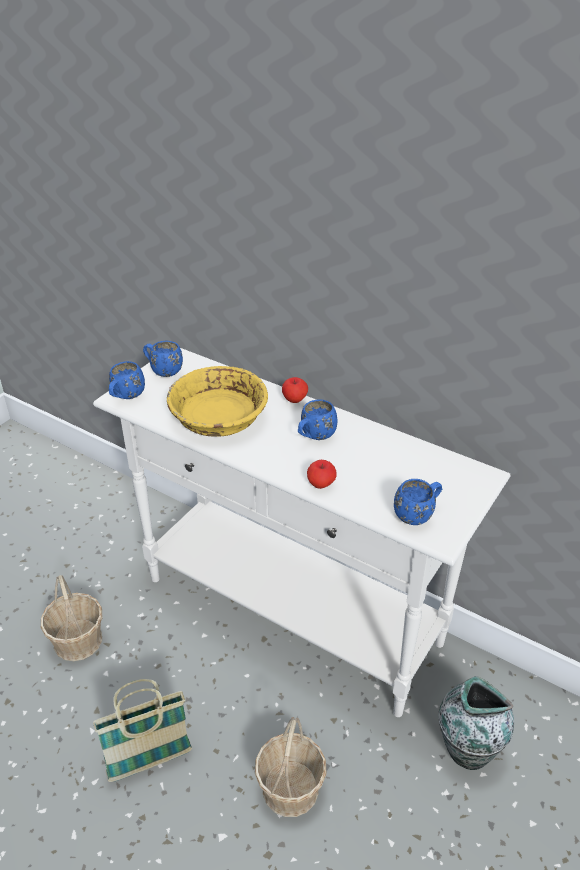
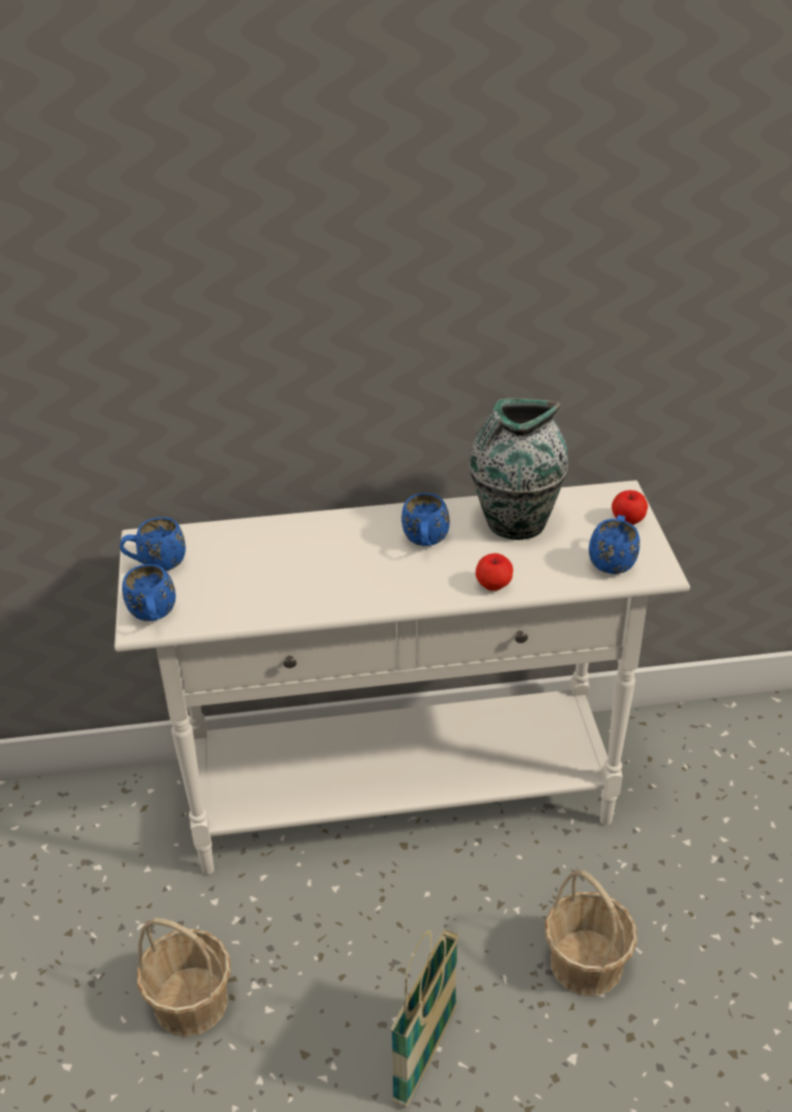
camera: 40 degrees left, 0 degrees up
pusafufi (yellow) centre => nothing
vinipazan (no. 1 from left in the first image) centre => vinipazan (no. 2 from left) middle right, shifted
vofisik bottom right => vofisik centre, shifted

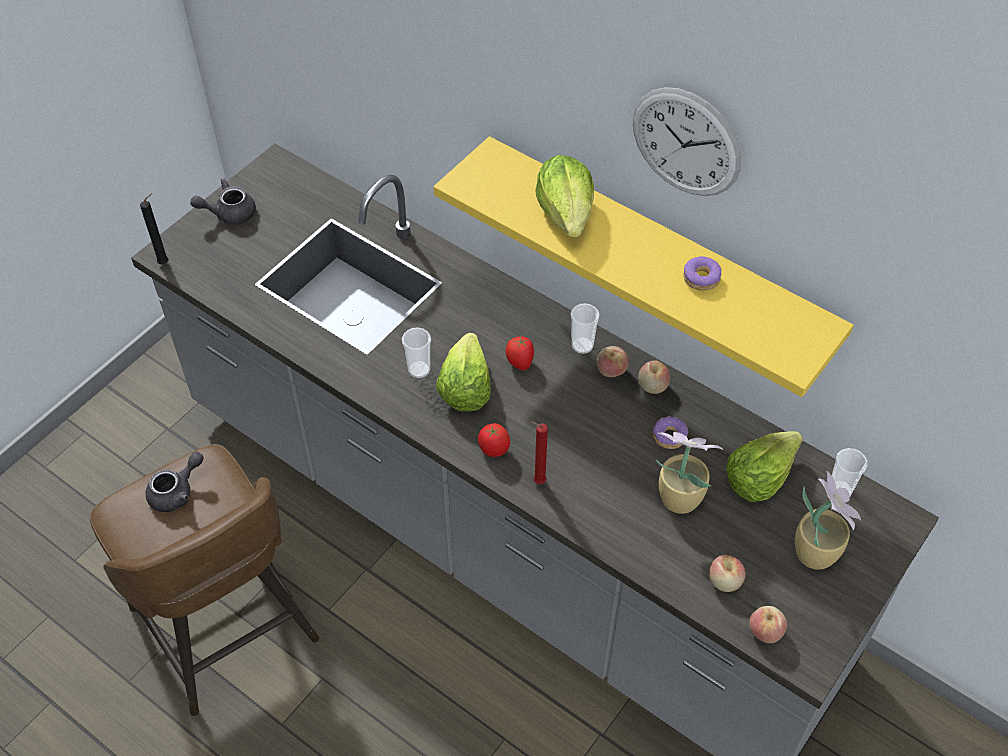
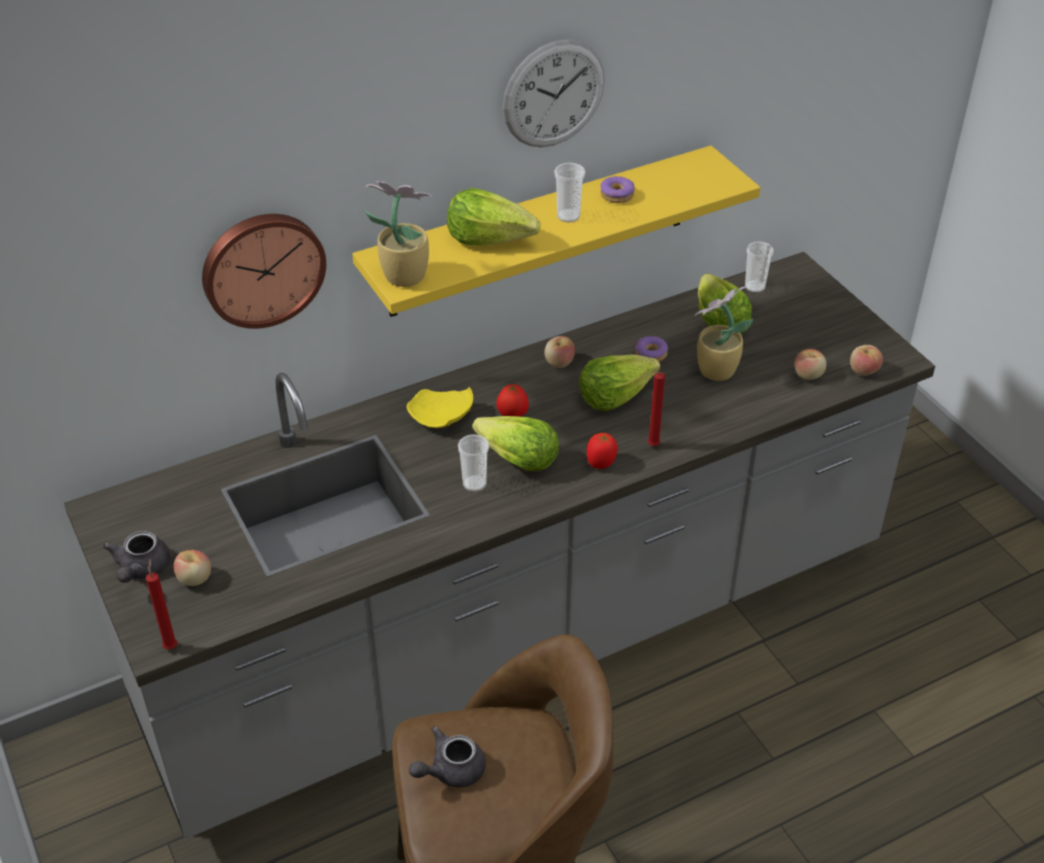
camera: 65 degrees left, 10 degrees down
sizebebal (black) top left => sizebebal (red) (no. 1 from left) bottom left
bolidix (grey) (no. 1 from left in the first image) middle left => bolidix (grey) (no. 2 from left) bottom centre, 105 degrees counterclockwise
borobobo (no. 2 from left) centre => borobobo (no. 2 from left) top centre, shifted
vinipazan (no. 2 from left in the first image) centre => vinipazan (no. 1 from left) middle left, shifted
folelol (no. 2 from left in the first image) bottom right => folelol (no. 1 from left) top centre, shifted
nothing => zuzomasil (no. 1 from left) top left
nothing => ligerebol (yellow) centre
nothing => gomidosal (no. 3 from left) centre

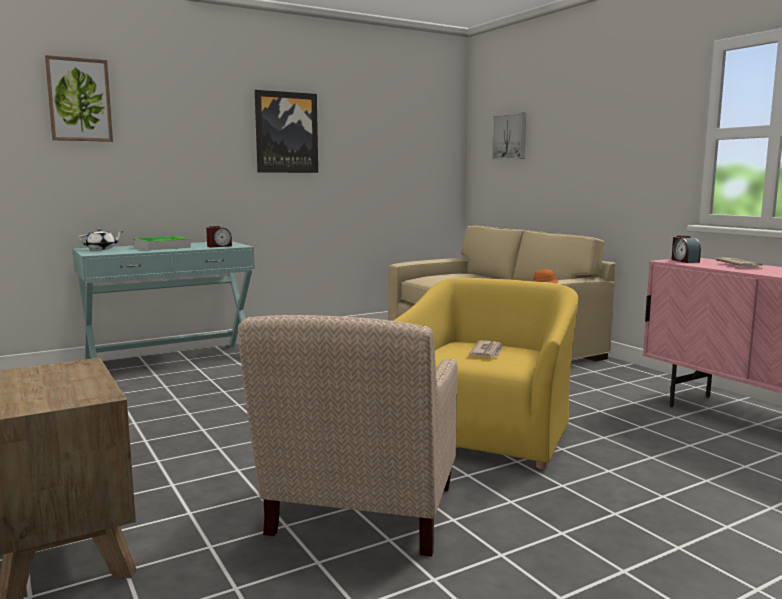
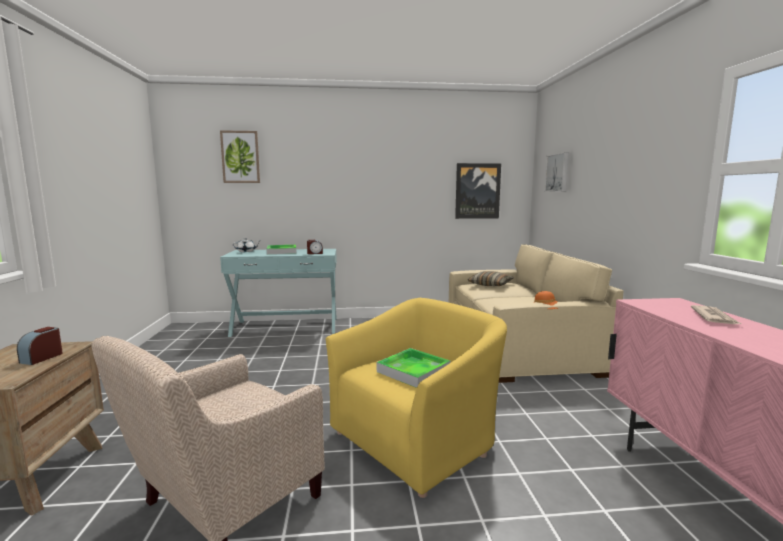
camera: 25 degrees right, 0 degrees up
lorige (no. 2 from left) top centre => lorige (no. 2 from left) centre, shifted
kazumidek (no. 1 from left) centre => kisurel (no. 2 from left) bottom centre
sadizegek (no. 2 from left in the first image) middle right => sadizegek (no. 1 from left) middle left, shifted
nothing => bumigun centre

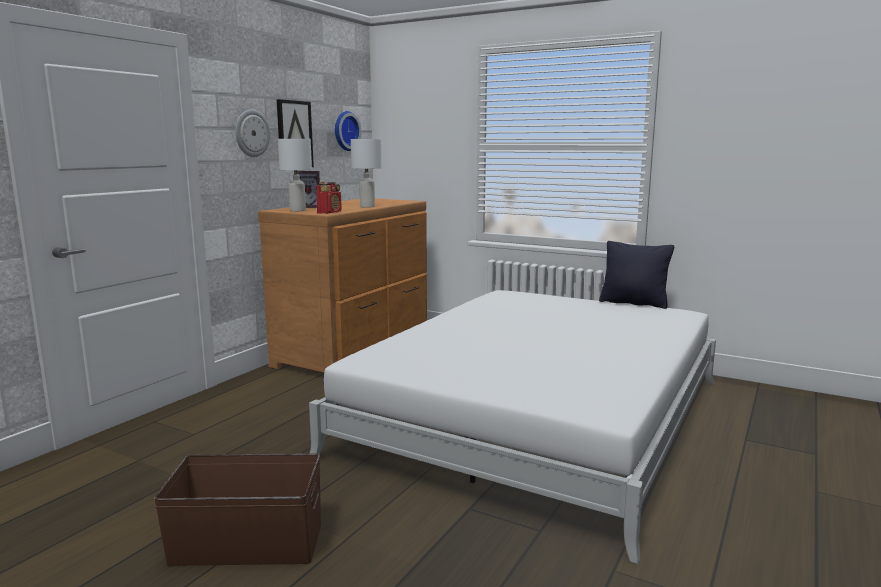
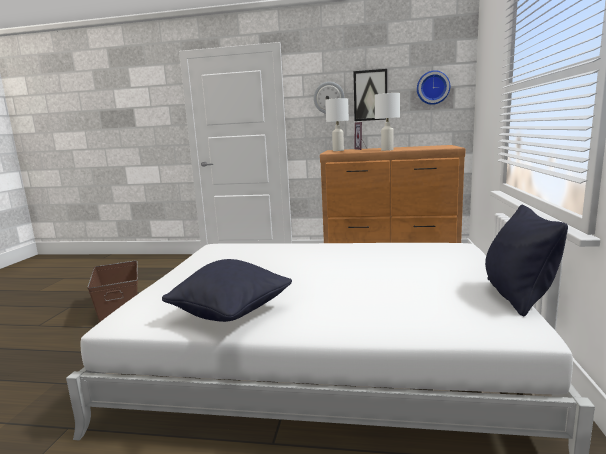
camera: 70 degrees right, 0 degrees up
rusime centre => nothing
nothing => bumigun (black) (no. 1 from left) centre

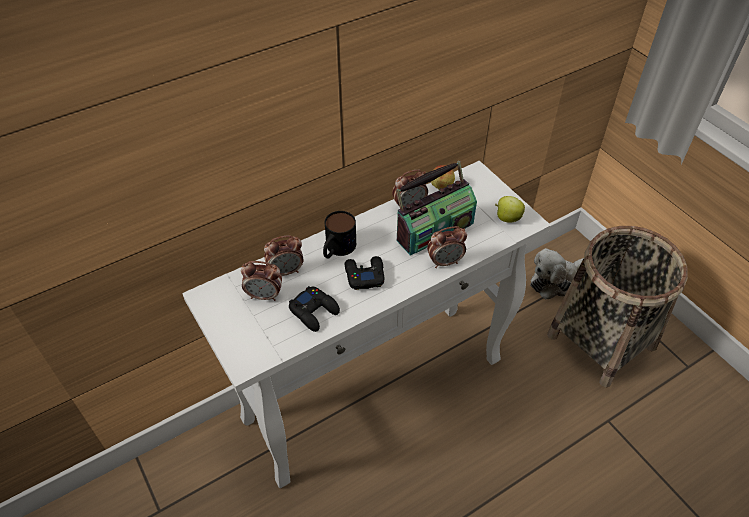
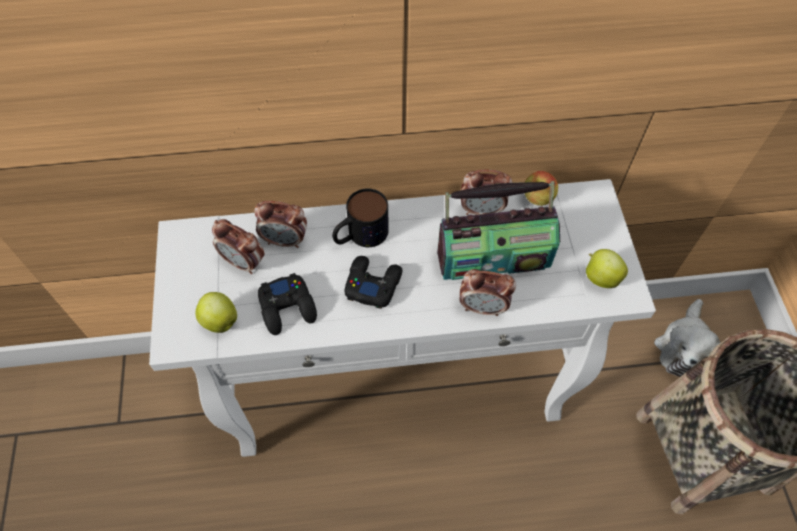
camera: 25 degrees right, 10 degrees up
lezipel middle right, 60 degrees counterclockwise
nothing => vinipazan (no. 1 from left) middle left

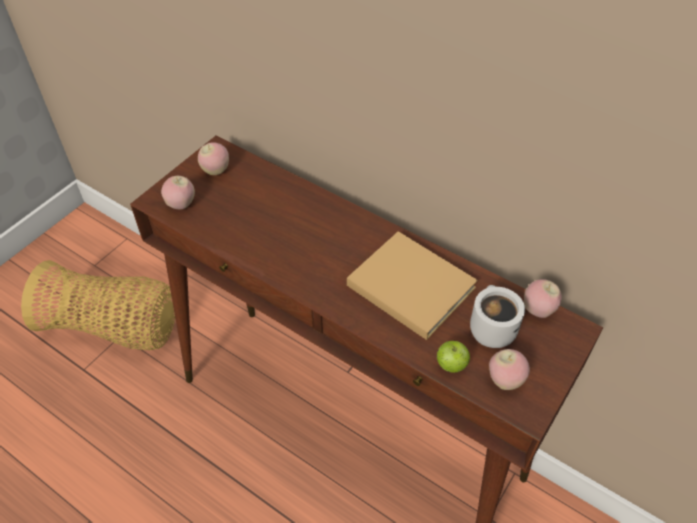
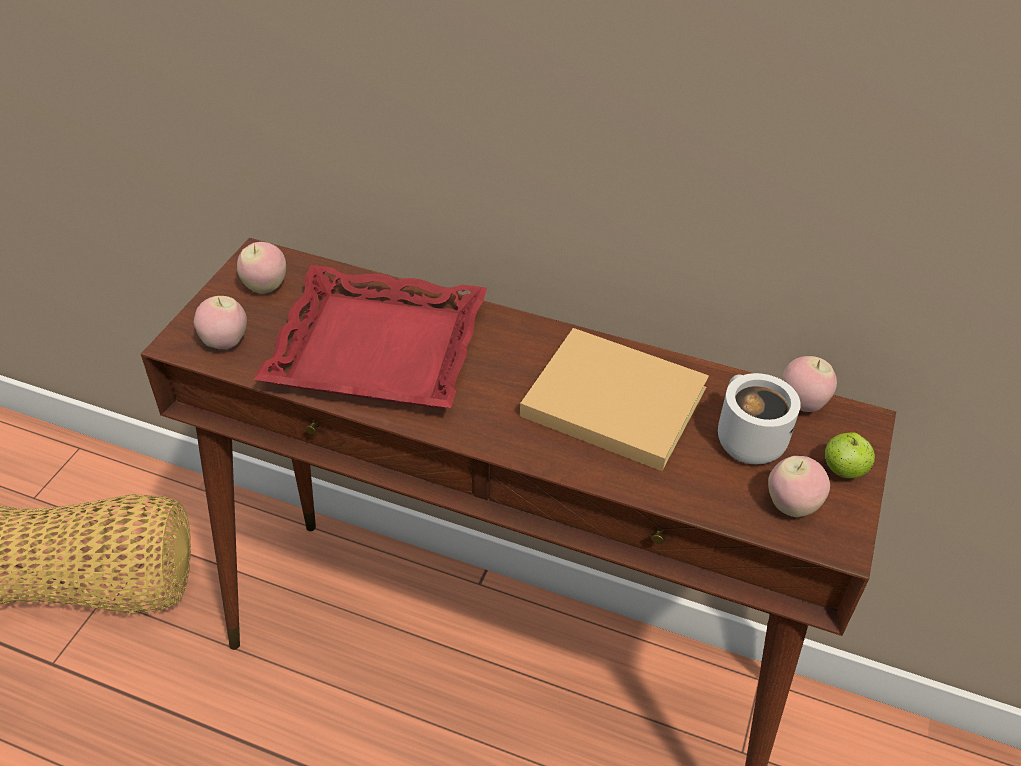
camera: 15 degrees left, 5 degrees down
vinipazan (no. 3 from left in the first image) bottom centre => vinipazan (no. 5 from left) middle right, shifted
nothing => kisurel (red) centre

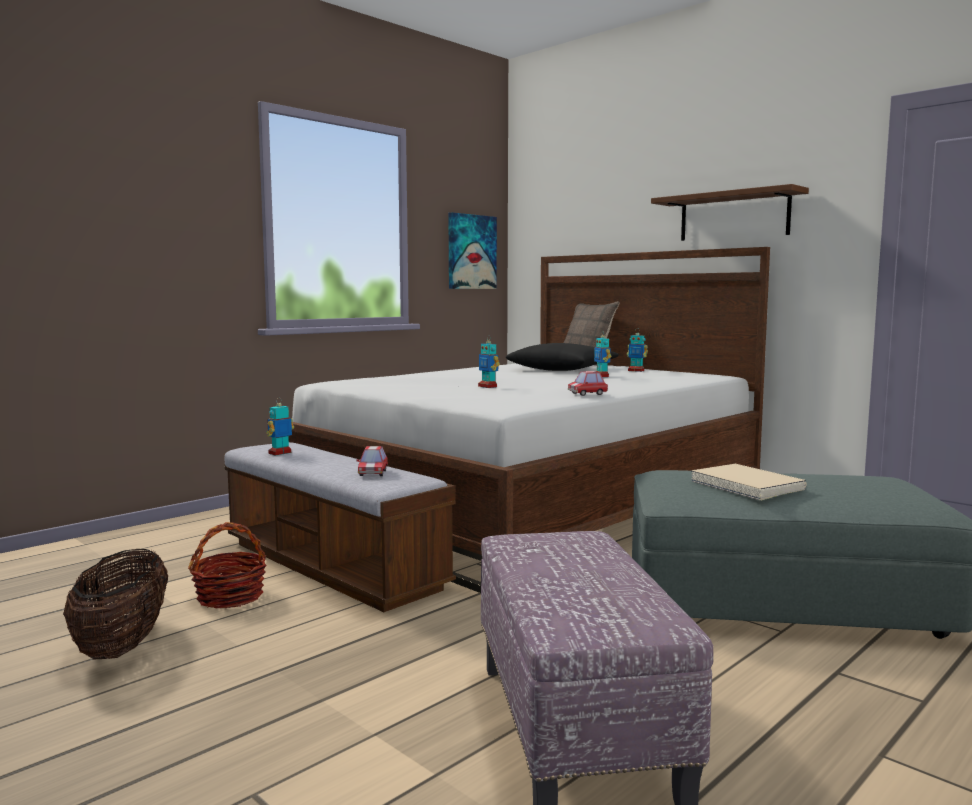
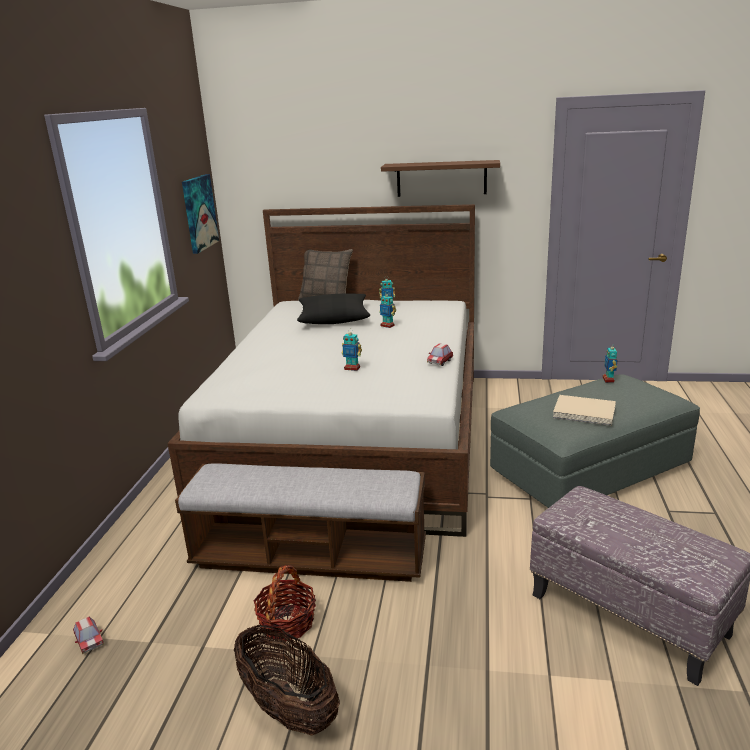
camera: 35 degrees left, 15 degrees up
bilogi (no. 1 from left in the first image) middle left => bilogi (no. 4 from left) middle right, shifted
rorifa (no. 1 from left) centre => rorifa (no. 1 from left) bottom left, shifted

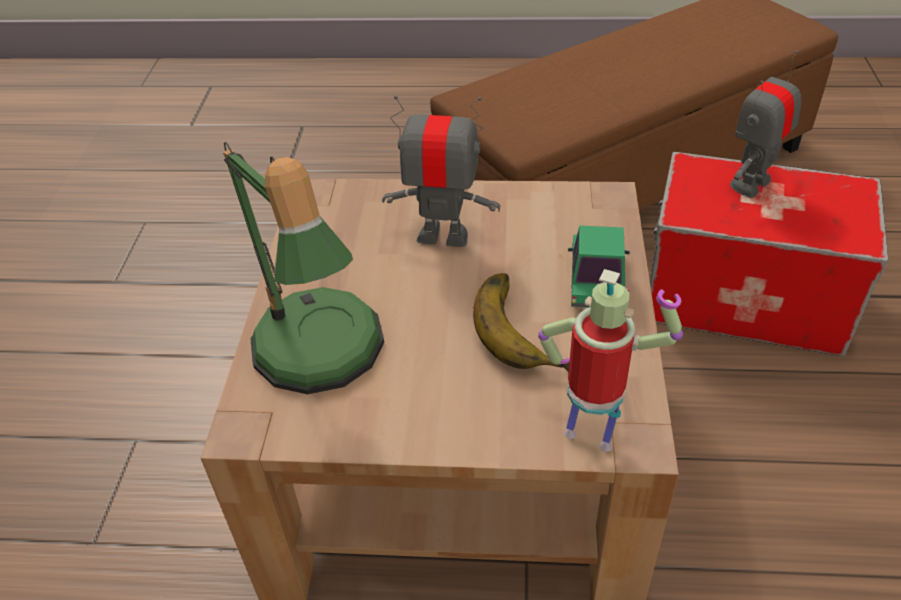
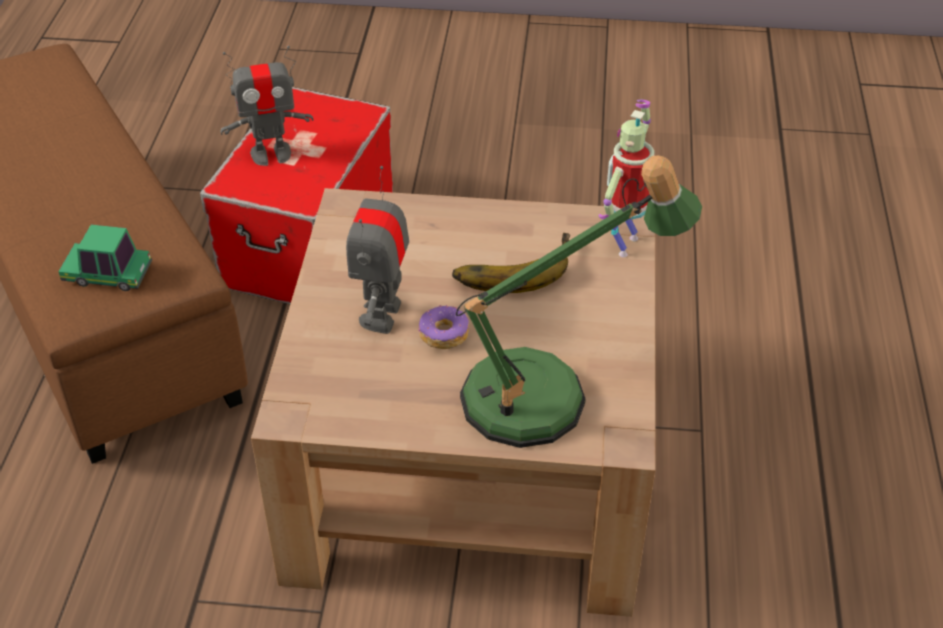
camera: 90 degrees left, 0 degrees up
rorifa centre => rorifa middle left, shifted
bilogi (no. 3 from left in the first image) top right => bilogi (no. 1 from left) top left, 60 degrees counterclockwise
nothing => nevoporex centre

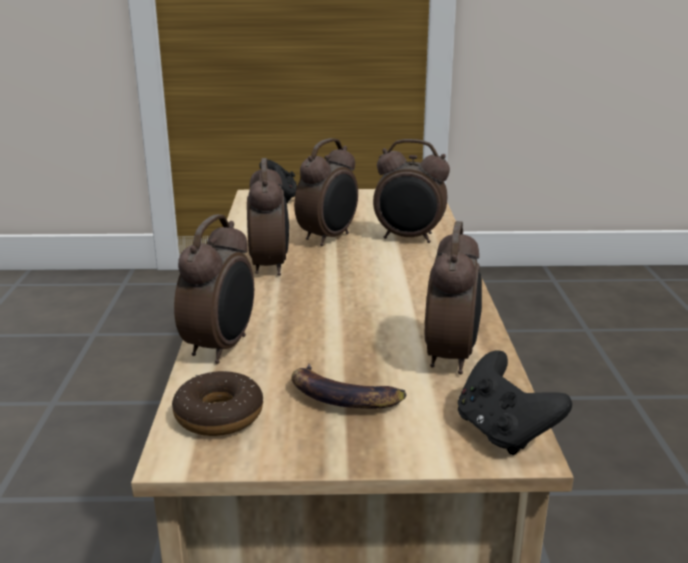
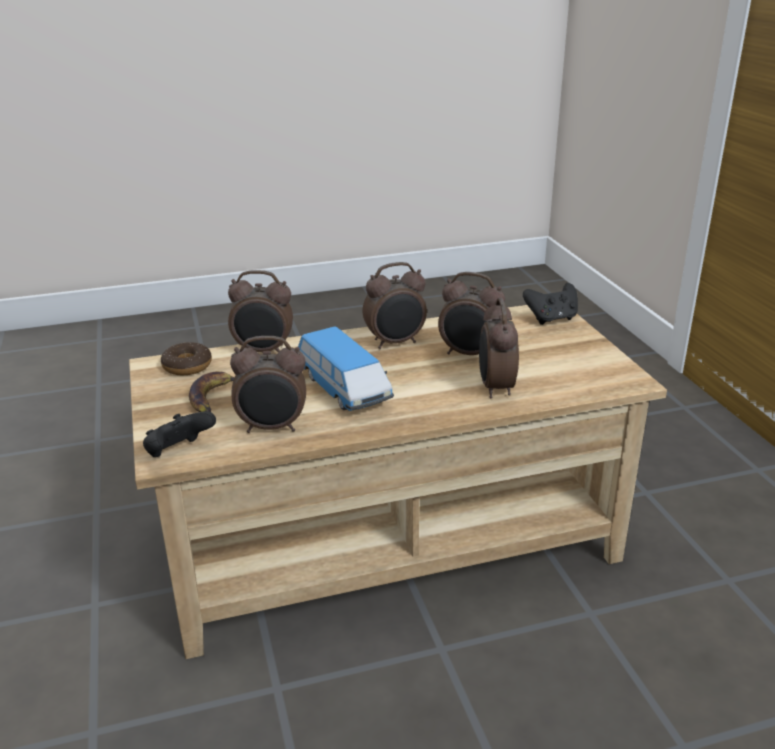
camera: 75 degrees right, 5 degrees up
nothing => rorifa centre

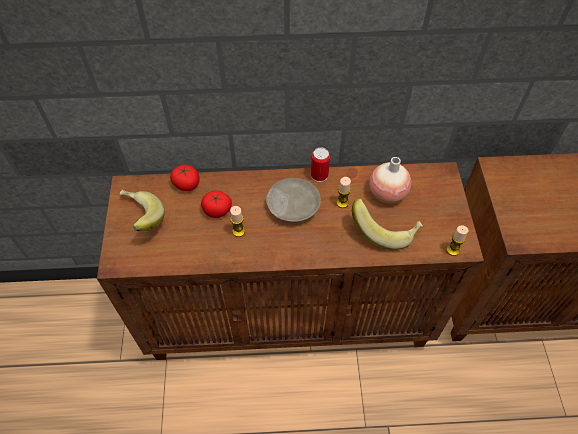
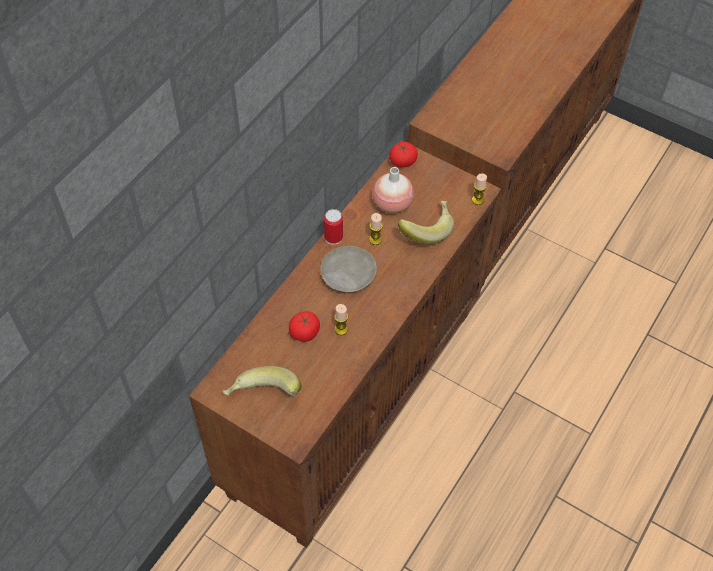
camera: 55 degrees left, 0 degrees up
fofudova (no. 1 from left in the first image) middle left => fofudova (no. 2 from left) top centre, shifted

